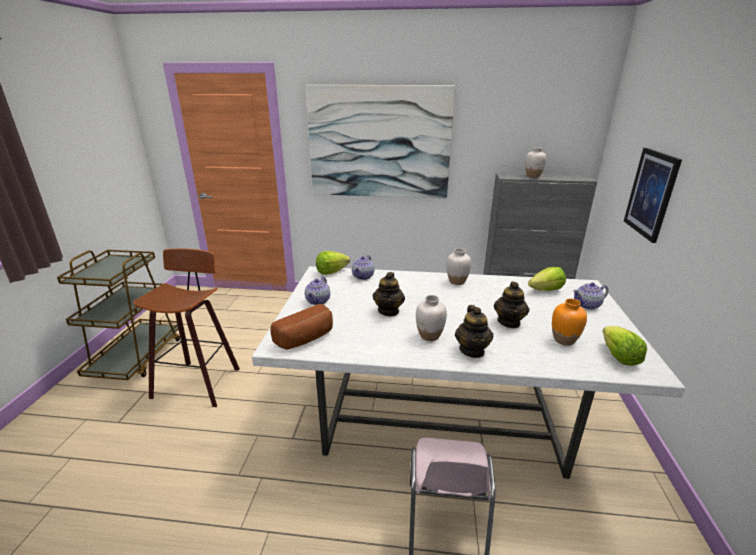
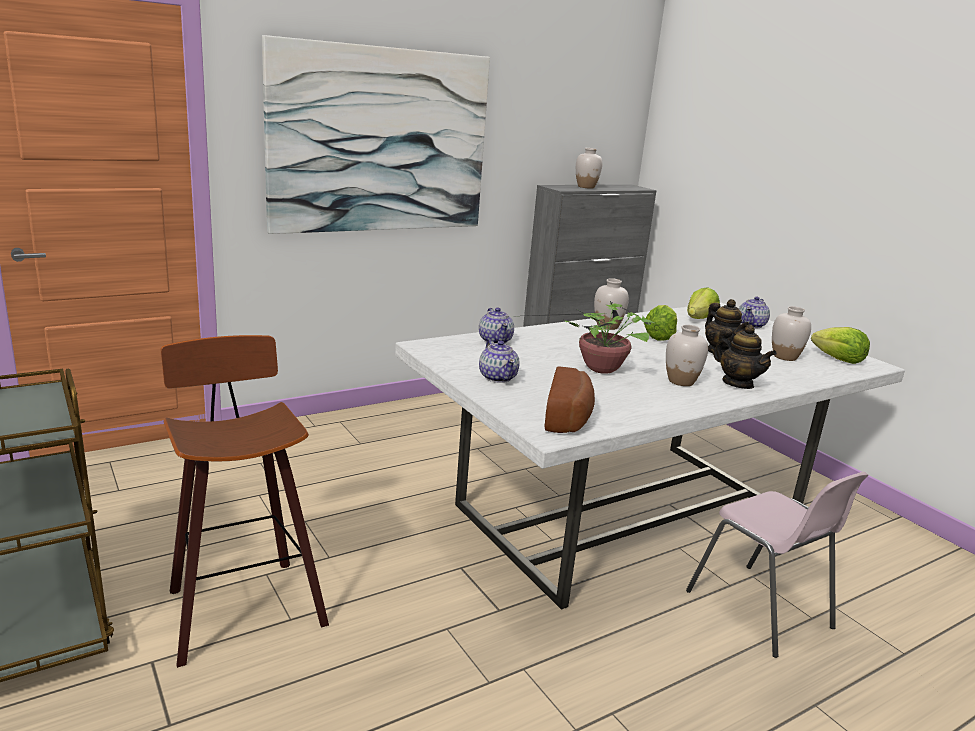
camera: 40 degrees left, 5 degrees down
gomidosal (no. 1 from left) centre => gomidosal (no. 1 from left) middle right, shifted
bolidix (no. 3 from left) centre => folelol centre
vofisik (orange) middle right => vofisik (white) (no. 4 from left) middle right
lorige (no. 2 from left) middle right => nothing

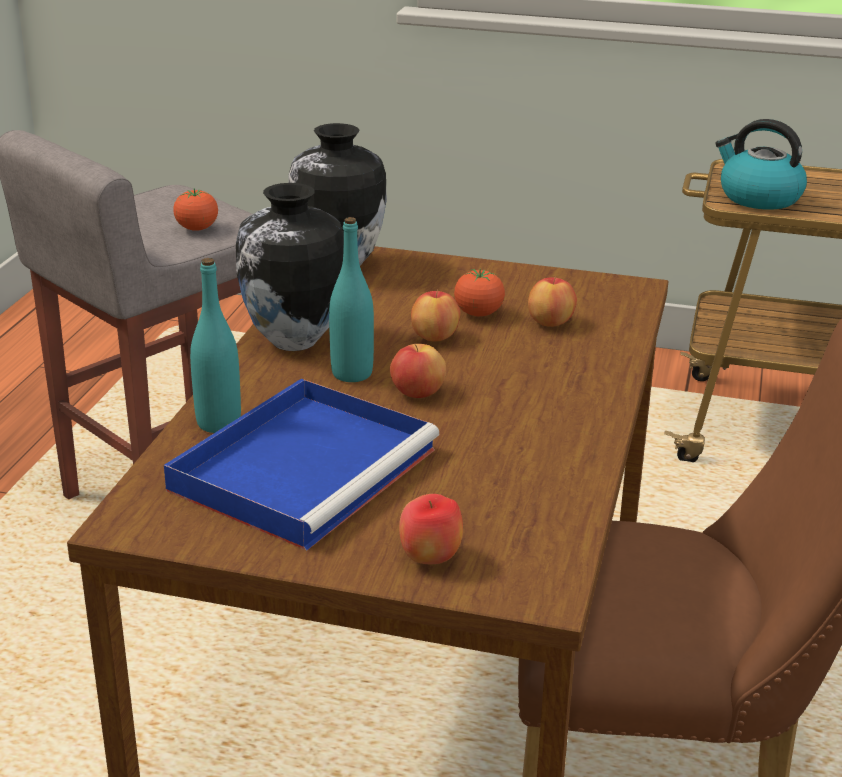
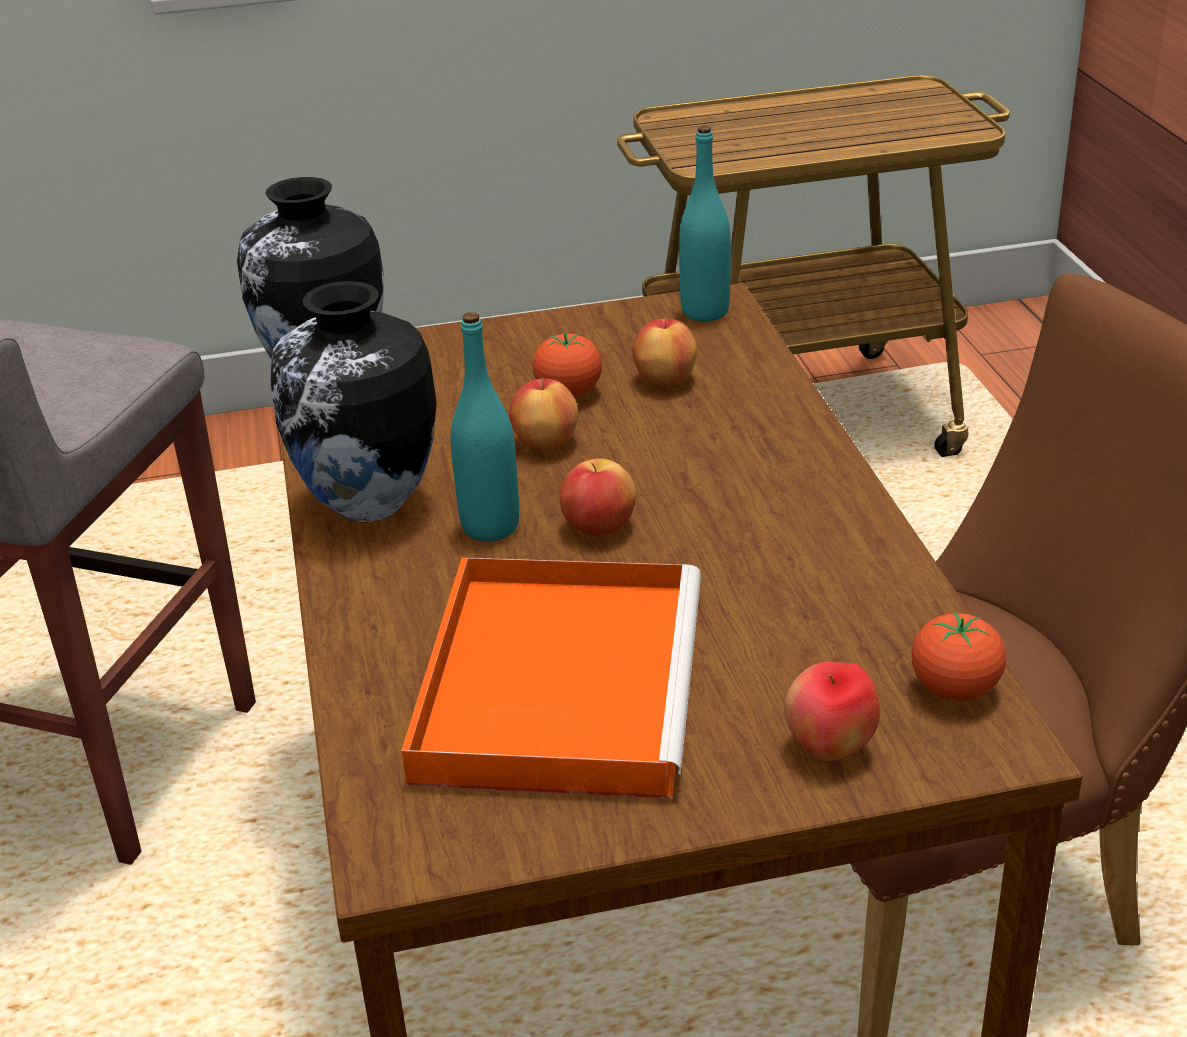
camera: 25 degrees left, 5 degrees up
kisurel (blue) centre => kisurel (orange) centre
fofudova (no. 1 from left in the first image) top left => fofudova (no. 2 from left) middle right, shifted
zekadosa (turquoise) (no. 1 from left in the first image) middle left => zekadosa (turquoise) (no. 2 from left) top centre, shifted
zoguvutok top right => nothing

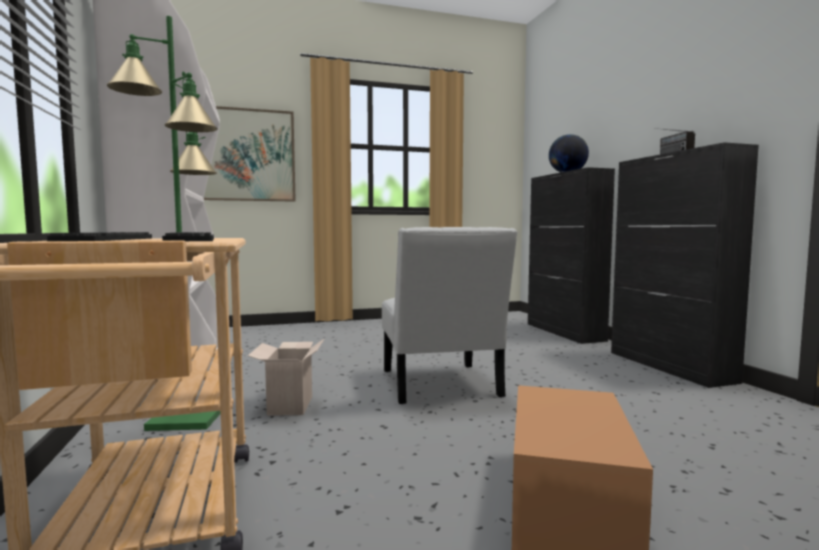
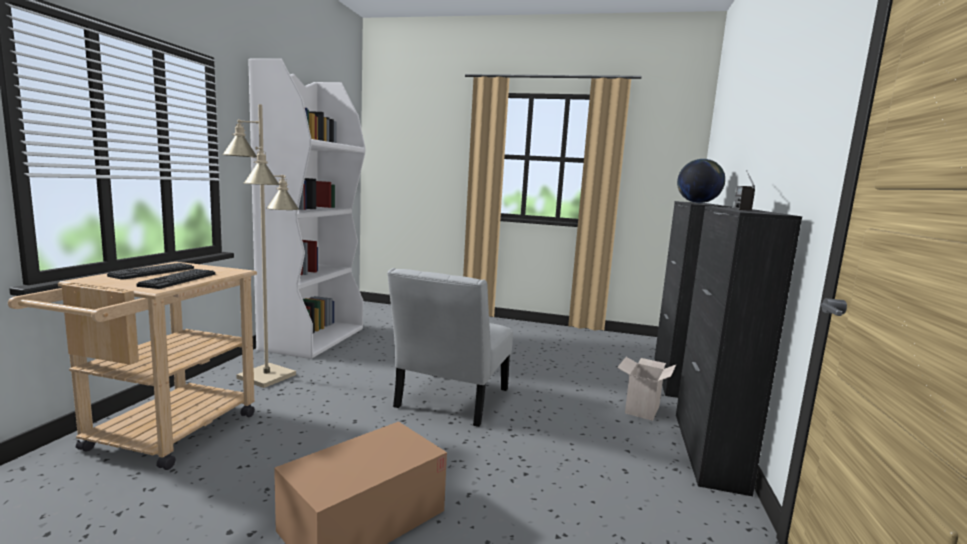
camera: 30 degrees right, 5 degrees up
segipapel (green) middle left => segipapel (beige) middle left
lorige top left => nothing
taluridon (no. 1 from left in the first image) bottom centre => taluridon (no. 2 from left) bottom right, shifted

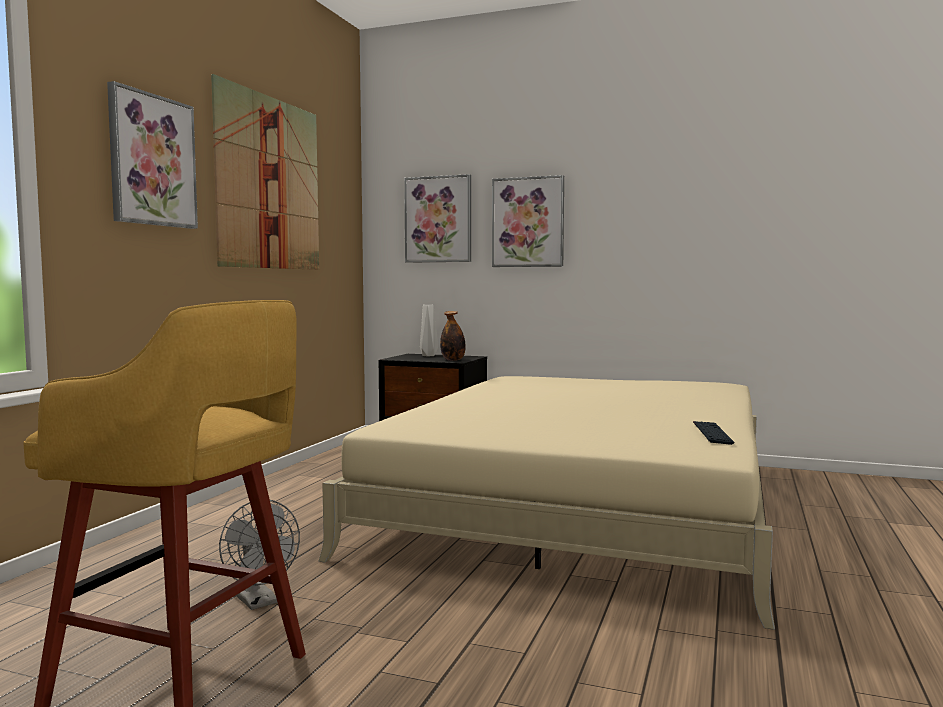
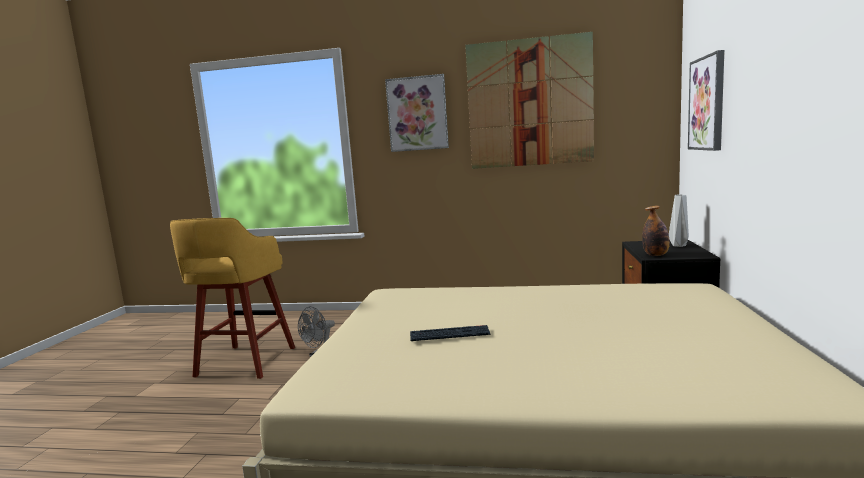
camera: 80 degrees right, 5 degrees up
lorige (no. 4 from left) top centre => nothing
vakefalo middle right => vakefalo bottom centre, shifted

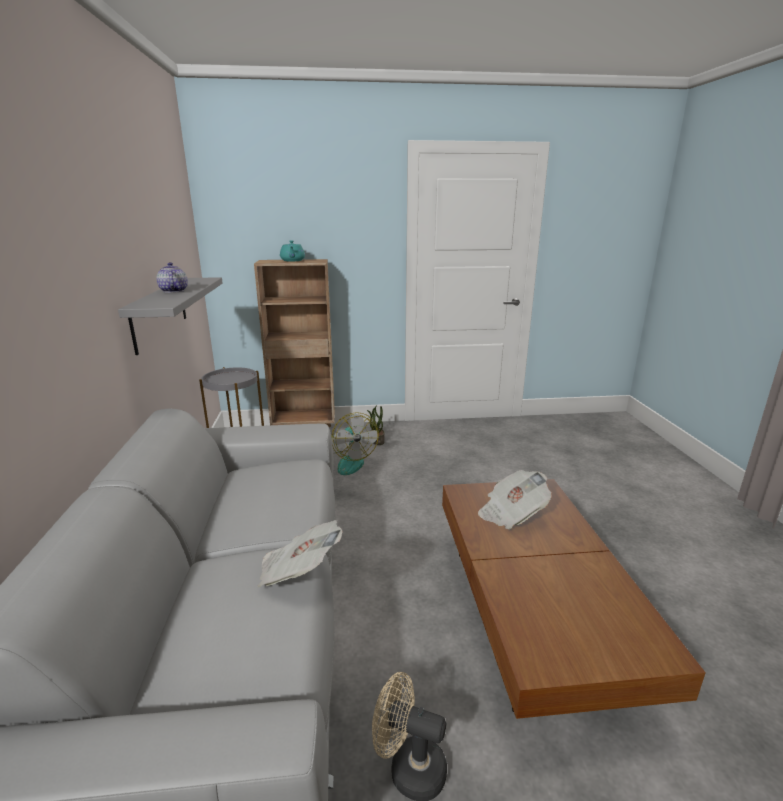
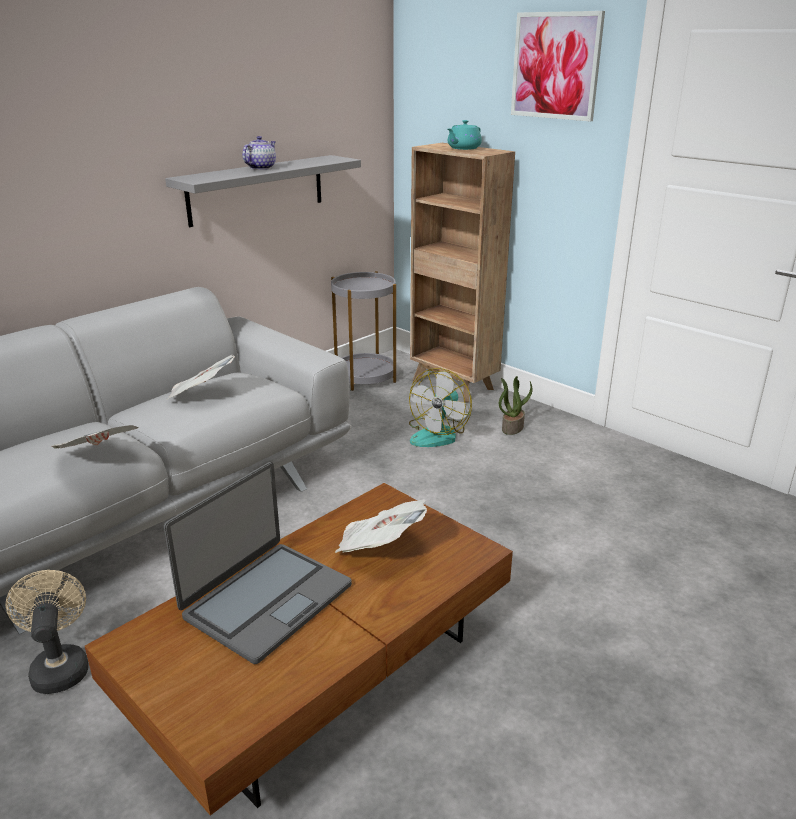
camera: 50 degrees right, 5 degrees up
nothing => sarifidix bottom left
nothing => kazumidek (no. 2 from left) middle left
nothing => lorige top right

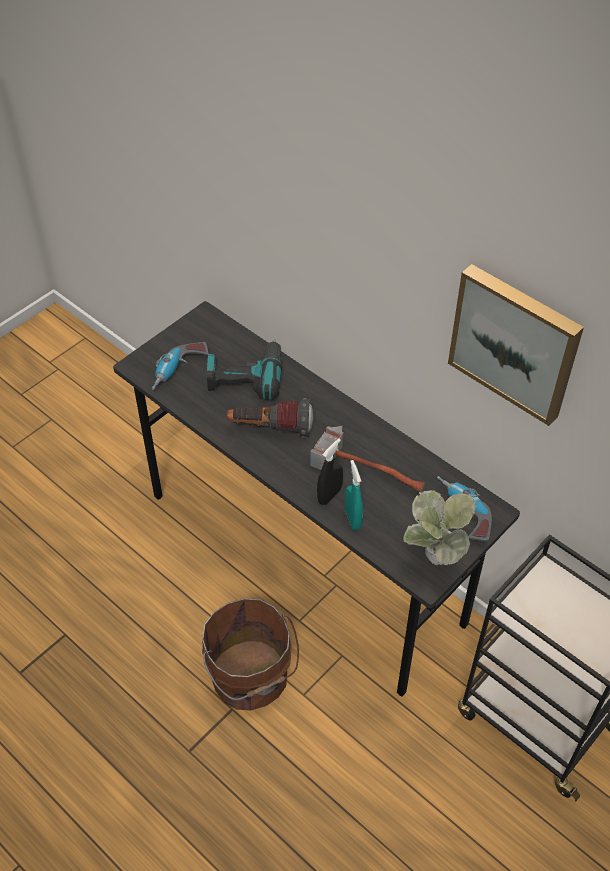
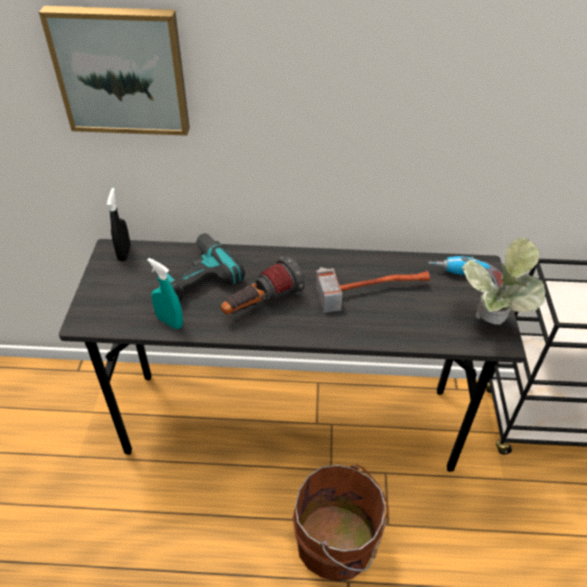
camera: 40 degrees left, 5 degrees down
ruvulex (no. 1 from left) middle left => nothing
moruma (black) centre => moruma (black) middle left, shifted
moruma (turquoise) centre => moruma (turquoise) middle left, shifted
lorige middle right => lorige top left, shifted

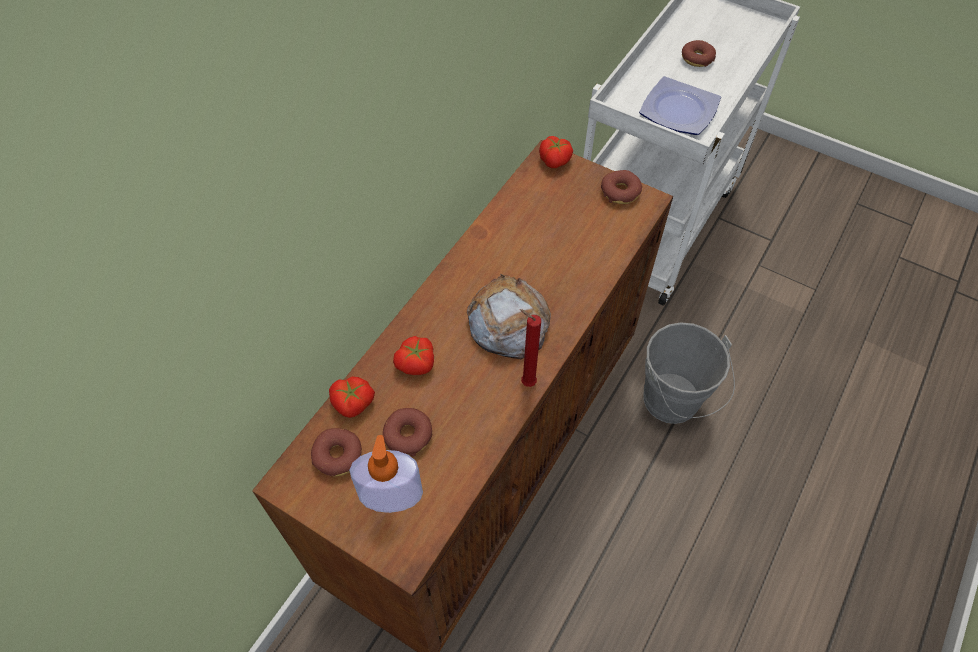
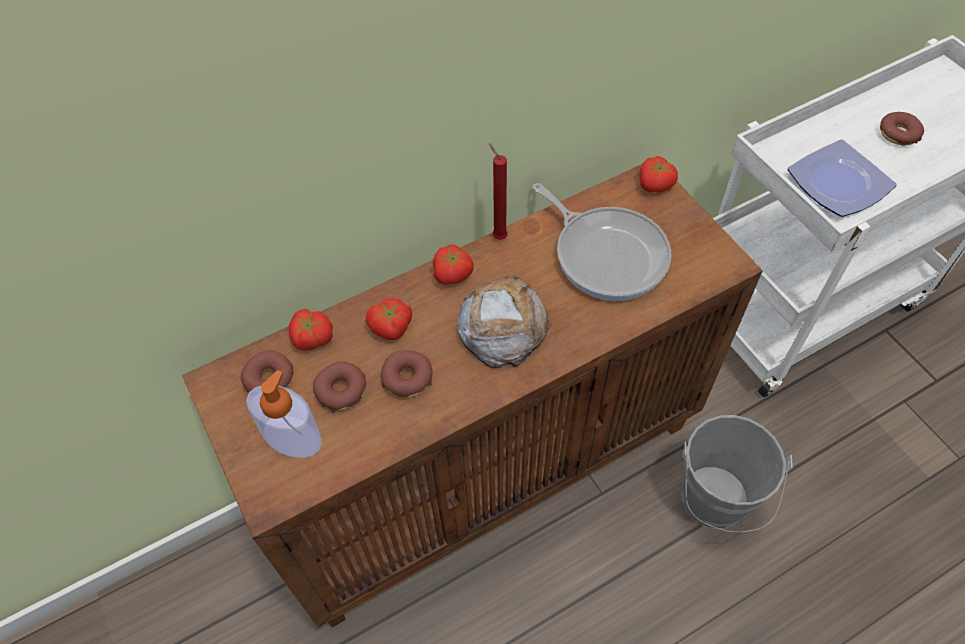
camera: 30 degrees right, 0 degrees up
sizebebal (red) centre => sizebebal (red) top centre, shifted
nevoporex (no. 3 from left) top centre => nevoporex (no. 3 from left) centre, shifted
nothing => fofudova (no. 3 from left) centre
nothing => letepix centre

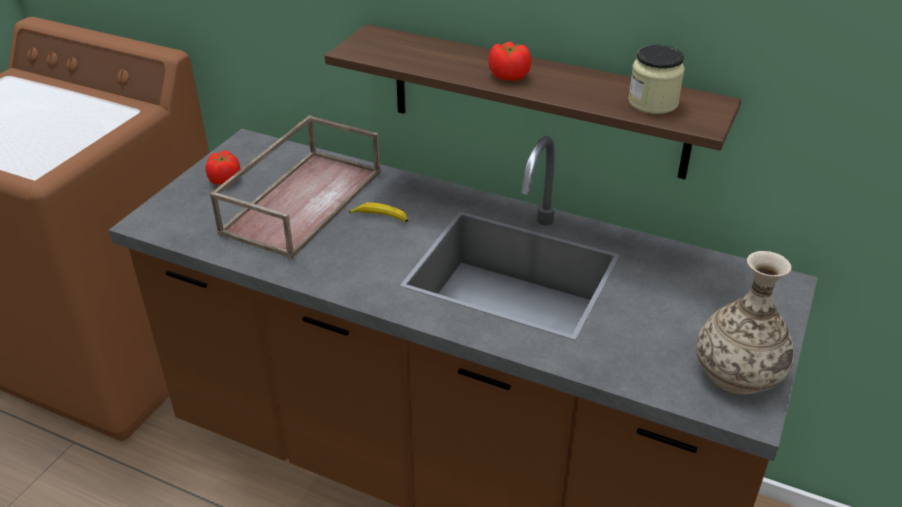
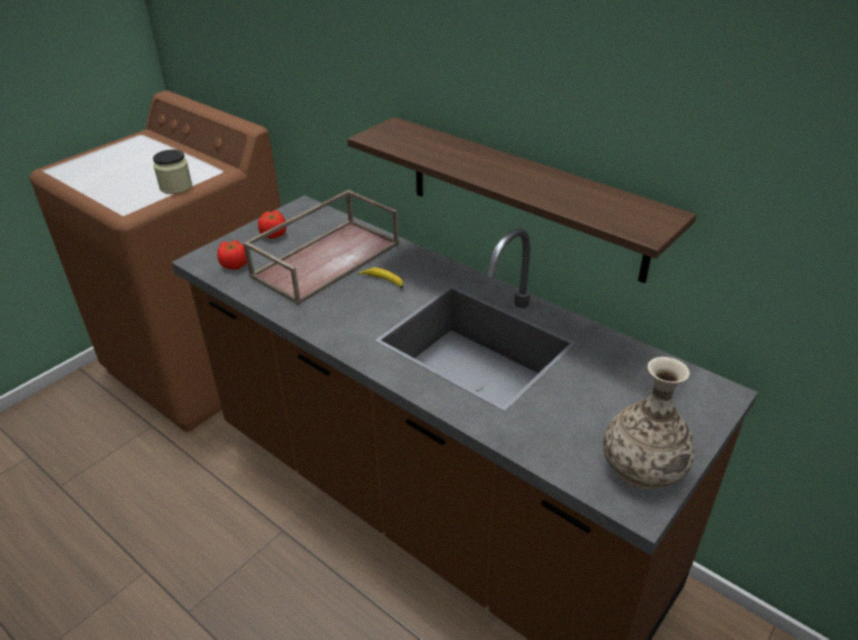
camera: 15 degrees right, 0 degrees up
fofudova (no. 2 from left in the first image) top centre => fofudova (no. 1 from left) middle left, shifted
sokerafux top right => sokerafux top left, shifted

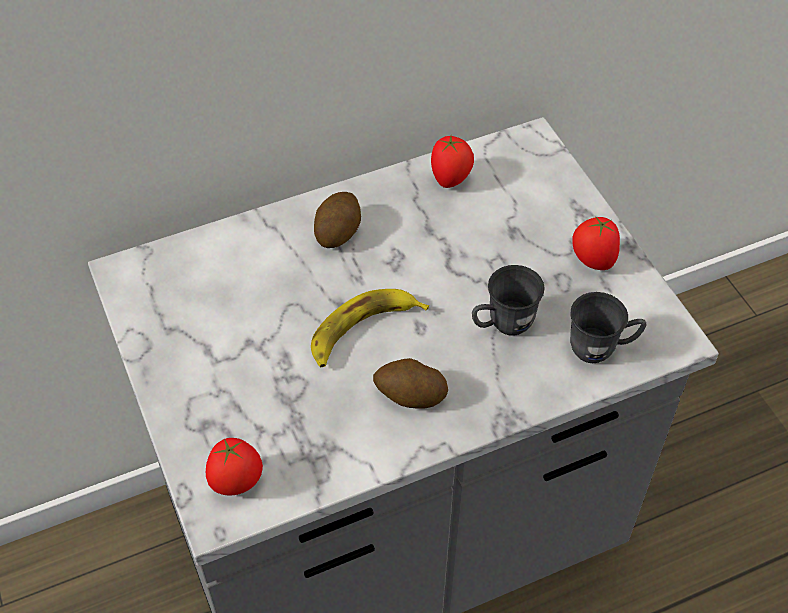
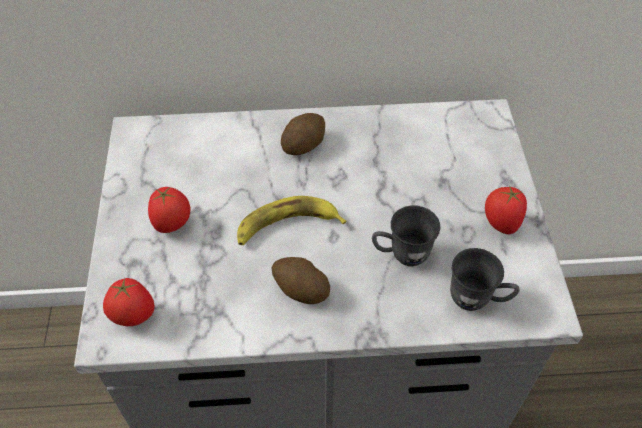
camera: 20 degrees right, 0 degrees up
fofudova (no. 2 from left) top centre => fofudova (no. 2 from left) middle left, shifted

